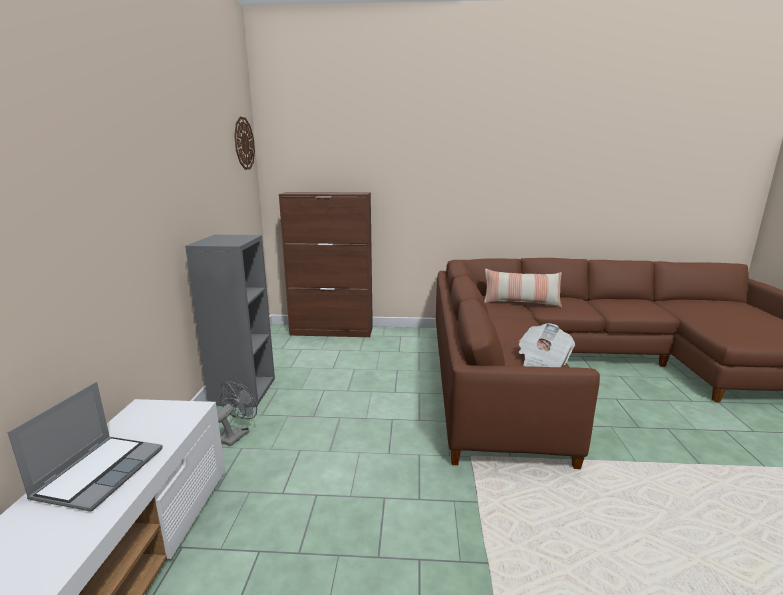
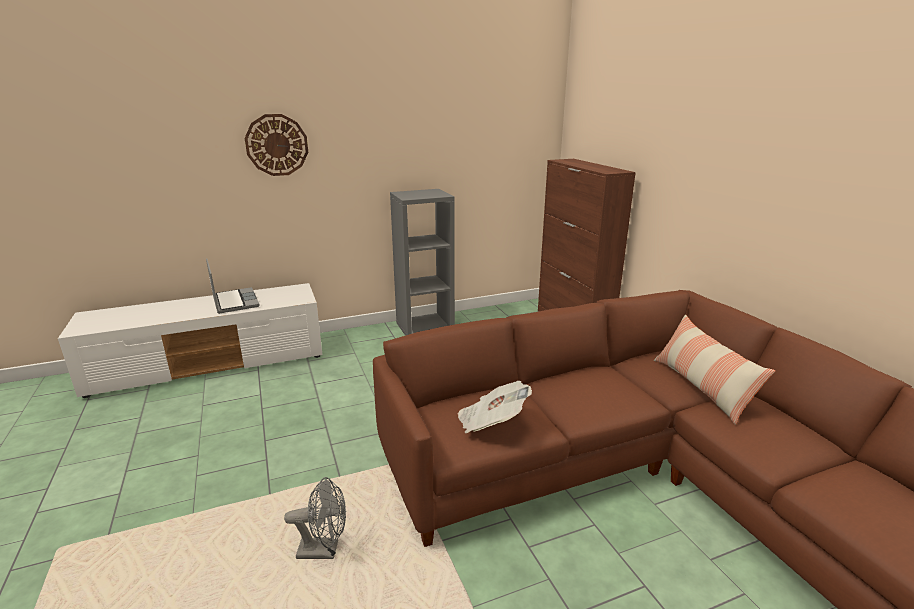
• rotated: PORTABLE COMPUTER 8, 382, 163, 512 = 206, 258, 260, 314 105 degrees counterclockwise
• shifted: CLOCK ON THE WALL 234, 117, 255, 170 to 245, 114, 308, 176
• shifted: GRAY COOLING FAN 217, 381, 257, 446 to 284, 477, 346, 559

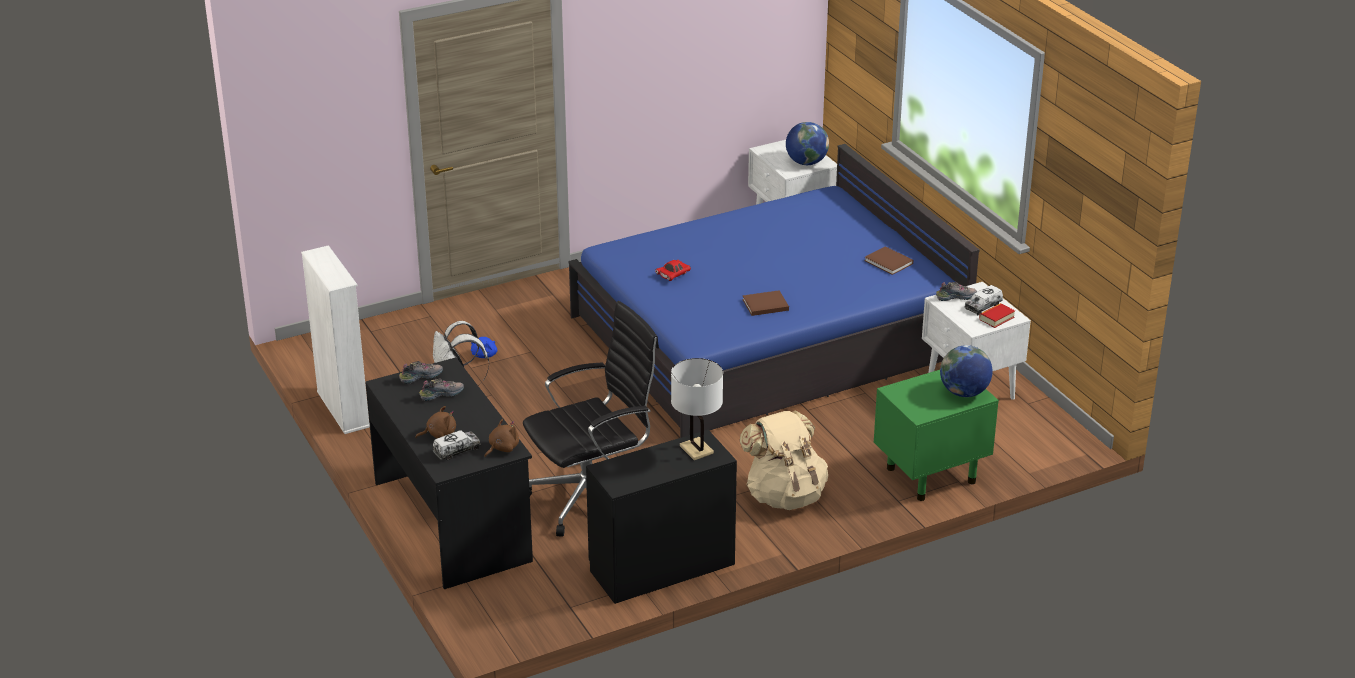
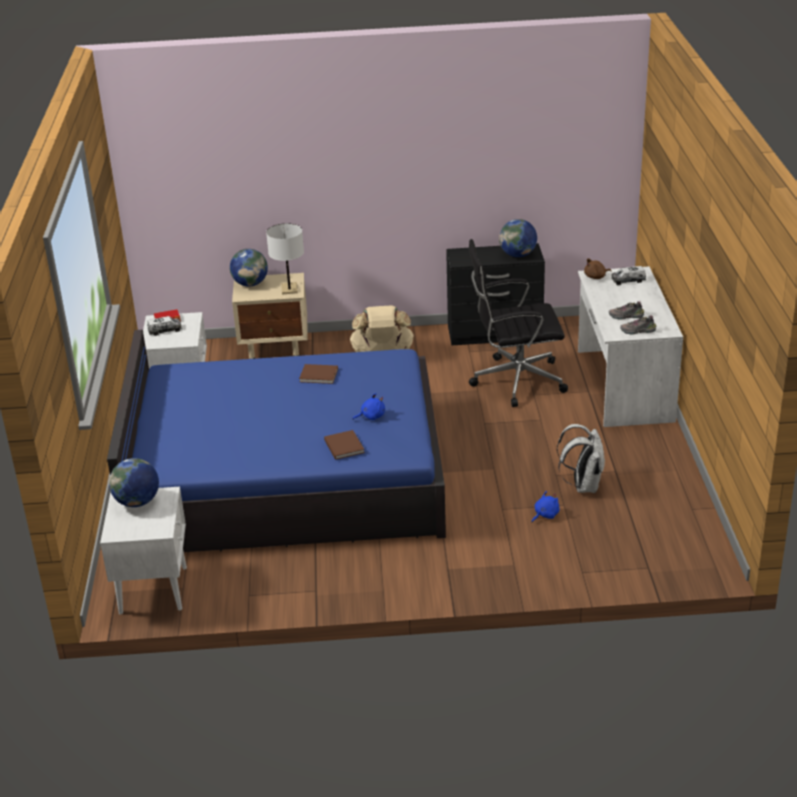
• repainted: GREEN-COLOURED NIGHT TABLE 874, 370, 999, 501 to SAND-COLOURED NIGHT TABLE 232, 273, 307, 359
• shifted: WHITE-COLOURED TABLETOP LAMP 671, 358, 723, 460 to 266, 223, 304, 295
• shifted: BROWN BOOK 864, 246, 913, 275 to 324, 430, 365, 460
• swapped: RED-COLOURED MINIATURE CAR 655, 260, 691, 281 to BLUE-COLOURED PLUSH TOY 353, 393, 385, 420
• new: GLOBE 499, 219, 537, 257
• repainted: BLACK-COLOURED DESK TABLE 365, 357, 533, 589 to WHITE-COLOURED DESK TABLE 578, 267, 683, 427
• gone: WHITE-COLOURED BOOKSHELF 301, 245, 370, 434
• gone: BROWN PLUSH TOY 415, 406, 456, 438
• gone: SHOE 936, 282, 977, 301

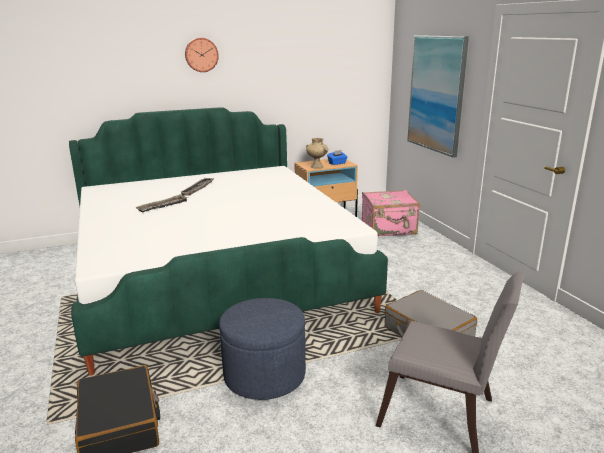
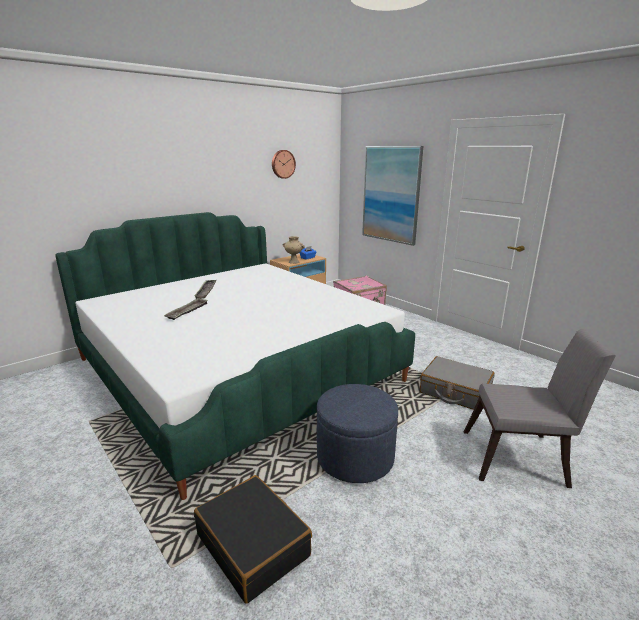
• shifted: CLOCK ON THE WALL 185, 38, 219, 72 to 272, 150, 296, 179

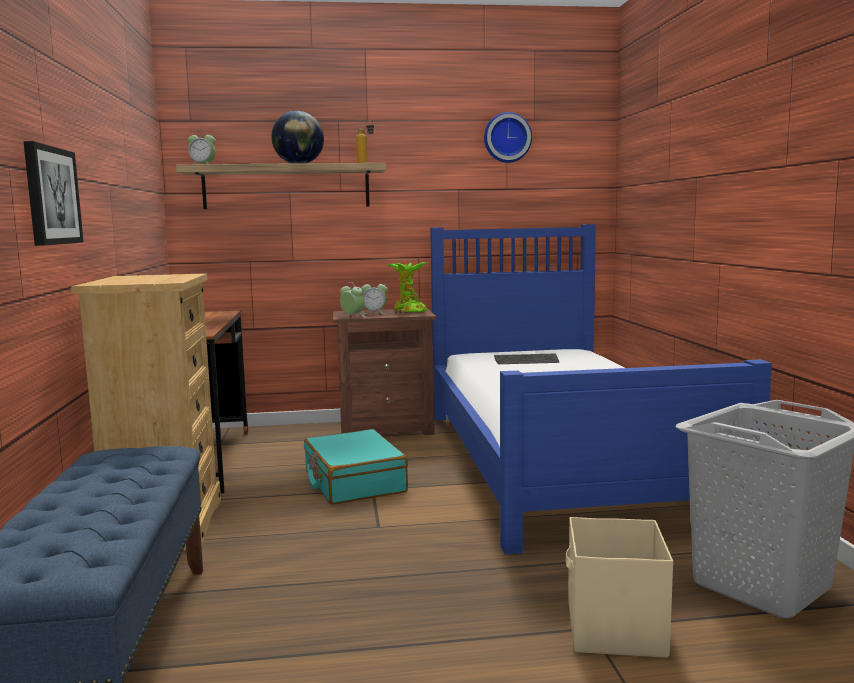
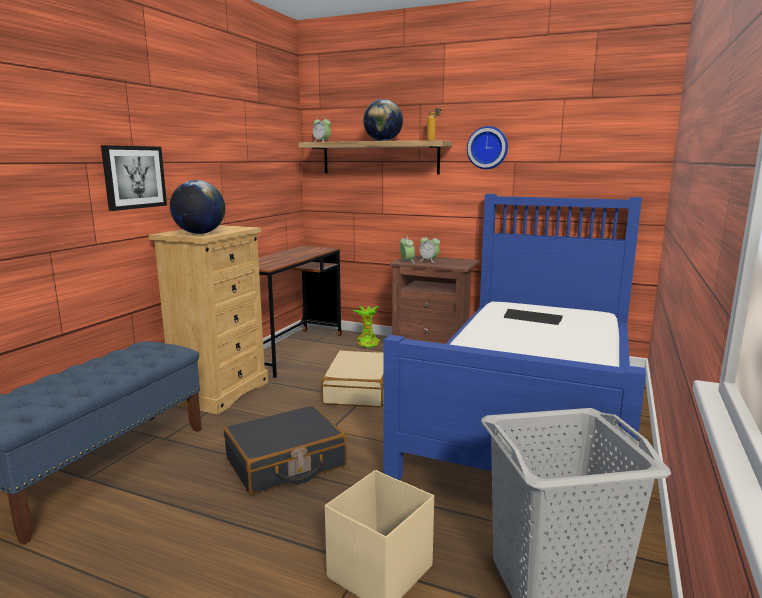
• new: GLOBE 170, 180, 225, 234
• new: BLACK-COLOURED PIECE OF LUGGAGE 224, 406, 347, 495
• repainted: BLUE-GREEN PIECE OF LUGGAGE 304, 429, 408, 505 to SAND-COLOURED PIECE OF LUGGAGE 321, 351, 384, 407
• shifted: PLANT IN A POT 387, 262, 428, 312 to 353, 306, 380, 348
• shifted: CLOCK ON THE WALL 484, 112, 532, 163 to 467, 126, 508, 169

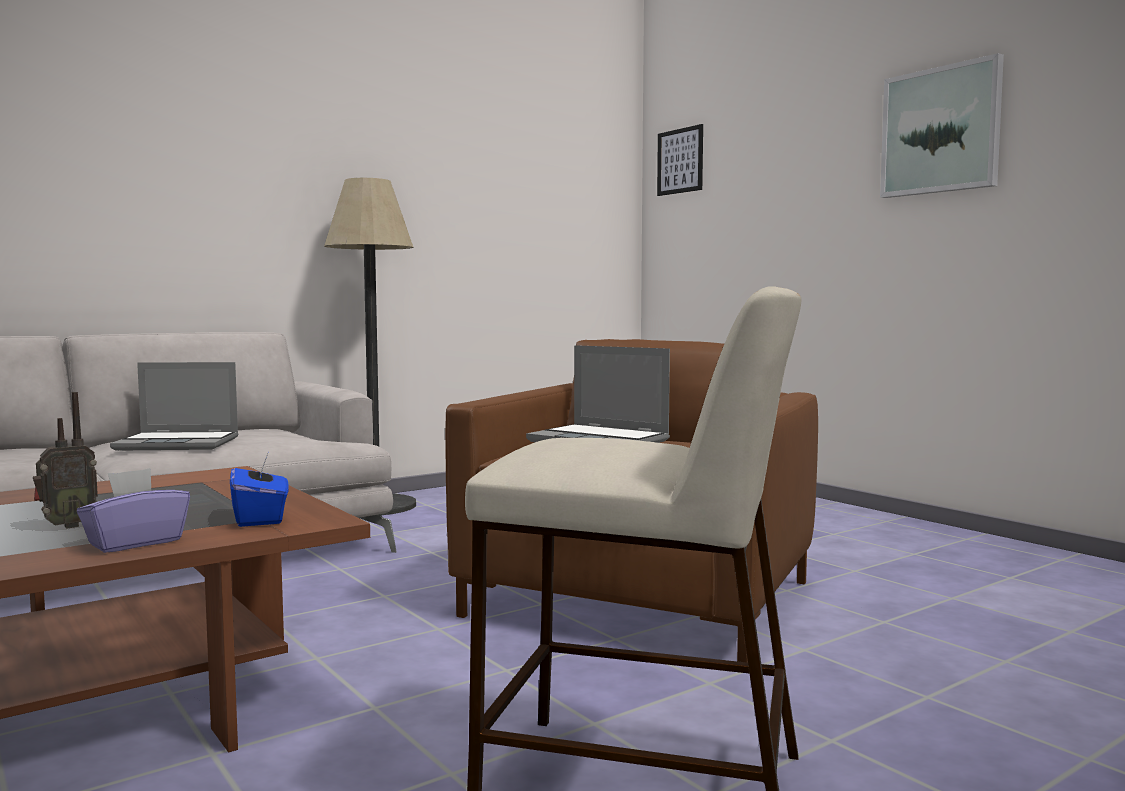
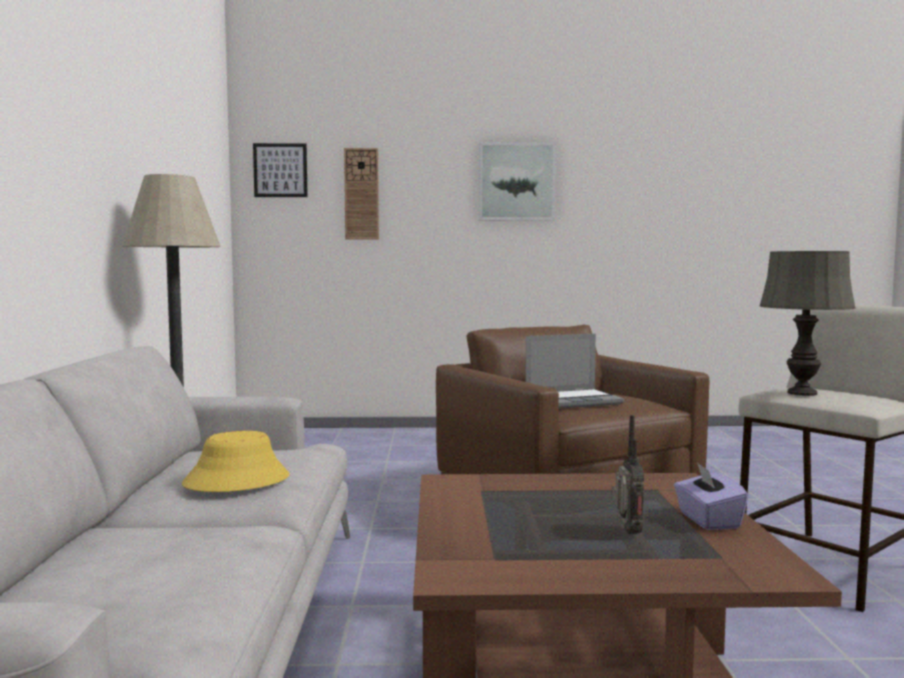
• swapped: PORTABLE COMPUTER 110, 362, 238, 451 to YELLOWISH HAT 182, 431, 289, 492
• new: CLOCK ON THE WALL 344, 148, 379, 240
• new: GRAY TABLETOP LAMP 760, 251, 856, 396
• gone: BLUE-COLOURED TISSUE BOX 230, 452, 289, 527

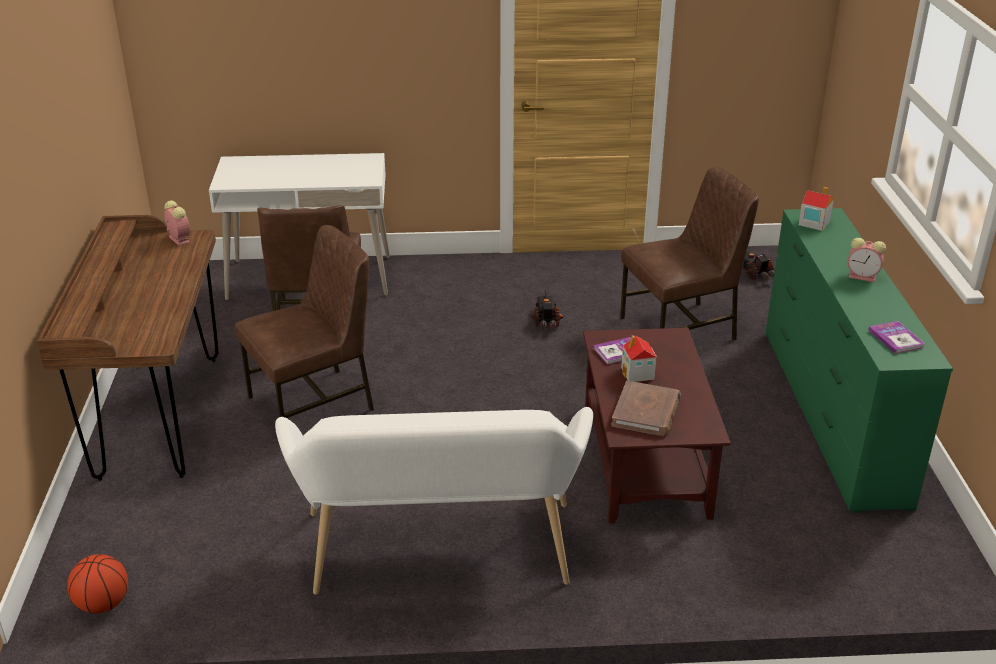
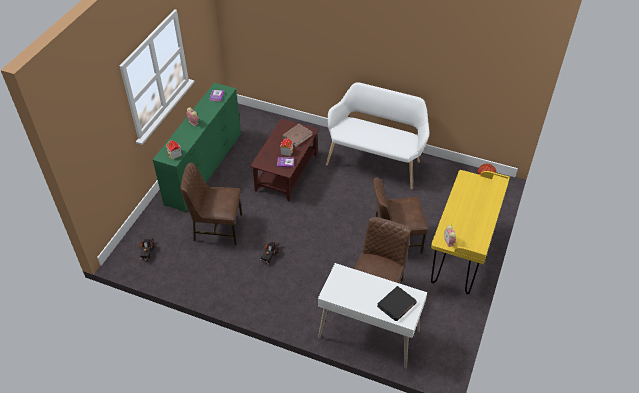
• new: BLACK-COLOURED BOOK 377, 286, 417, 321
• repainted: BROWN DESK TABLE 37, 215, 219, 481 to YELLOWISH DESK TABLE 431, 170, 510, 294

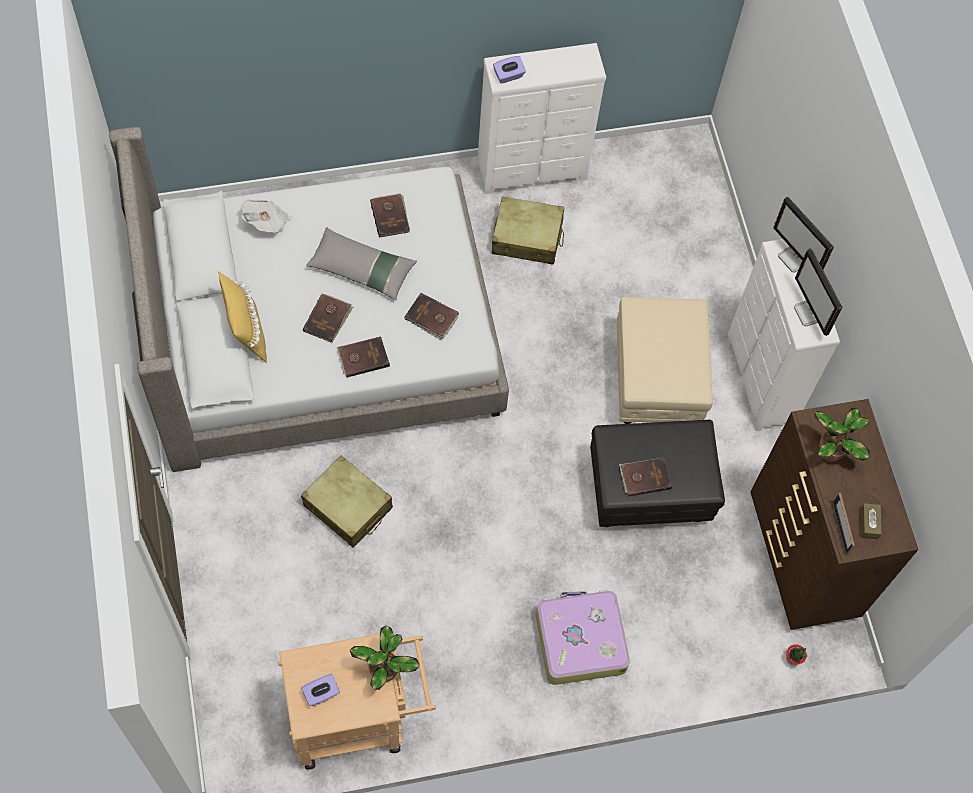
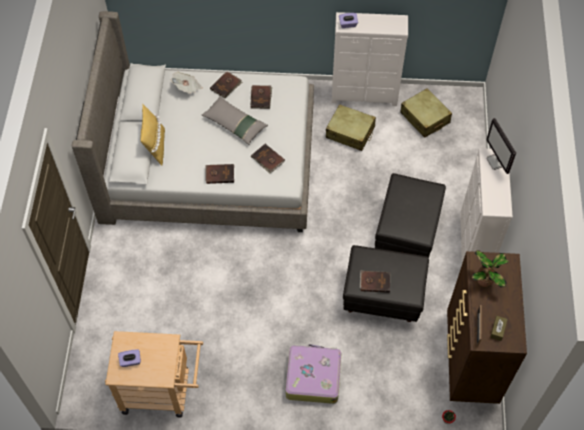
• shifted: BROWN BOOK 303, 294, 353, 343 to 210, 71, 242, 98
• repainted: SAND-COLOURED OTTOMAN 617, 297, 713, 424 to BLACK-COLOURED OTTOMAN 375, 173, 446, 257
• shifted: SAND-COLOURED PIECE OF LUGGAGE 301, 455, 393, 548 to 400, 88, 452, 138
• gone: PLANT IN A POT 350, 625, 419, 690
• gone: COMPUTER DISPLAY 794, 248, 843, 336

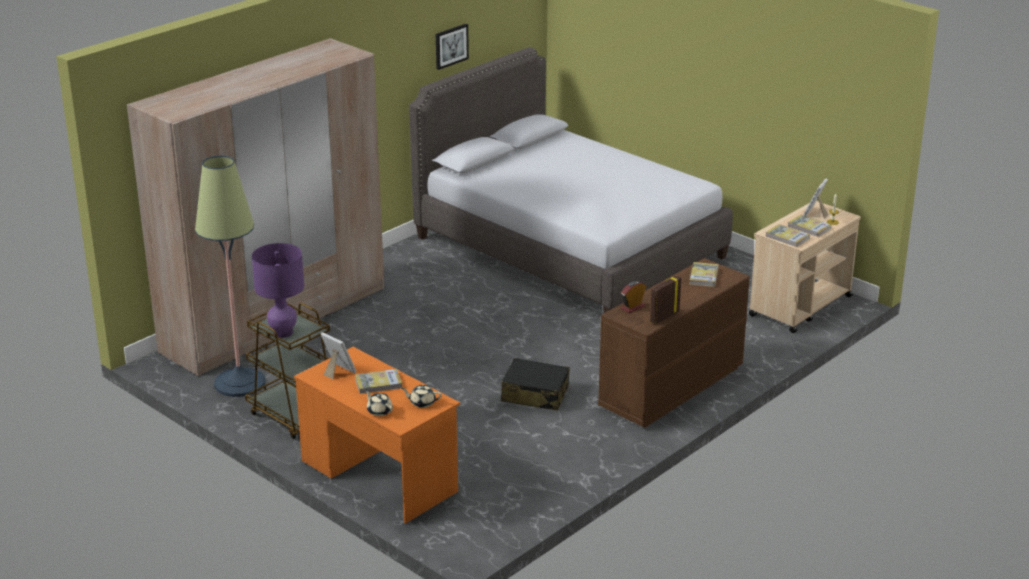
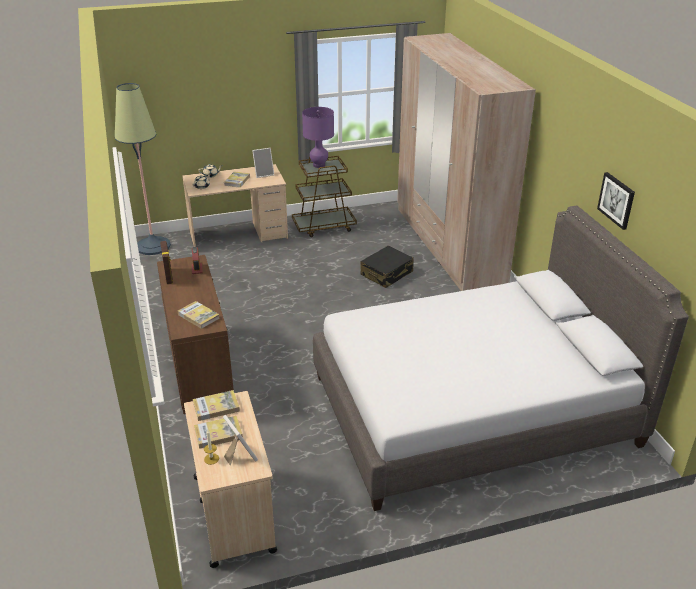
• shifted: STANDING LAMP 195, 155, 265, 397 to 115, 83, 171, 255
• repainted: ORANGEY DESK TABLE 294, 347, 460, 524 to SAND-COLOURED DESK TABLE 182, 164, 288, 247
• shifted: BLACK-COLOURED PIECE OF LUGGAGE 501, 358, 570, 411 to 360, 246, 414, 288

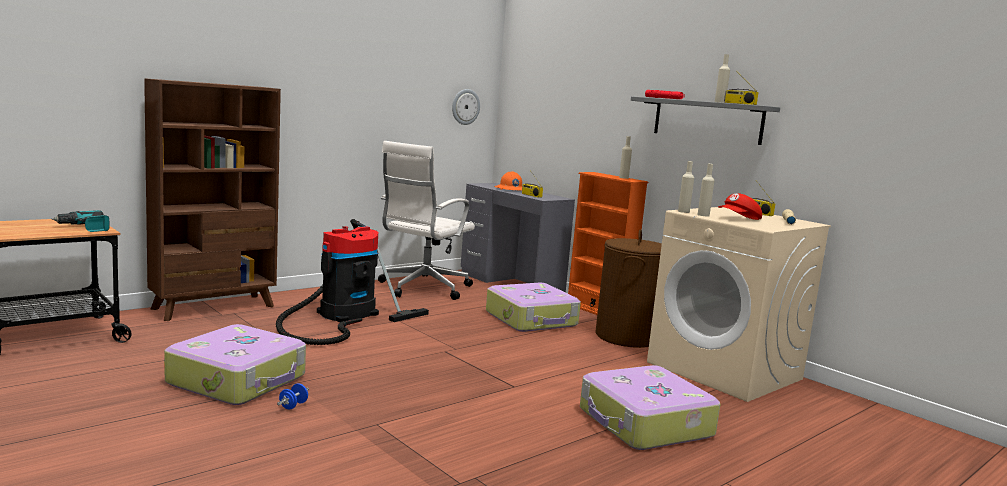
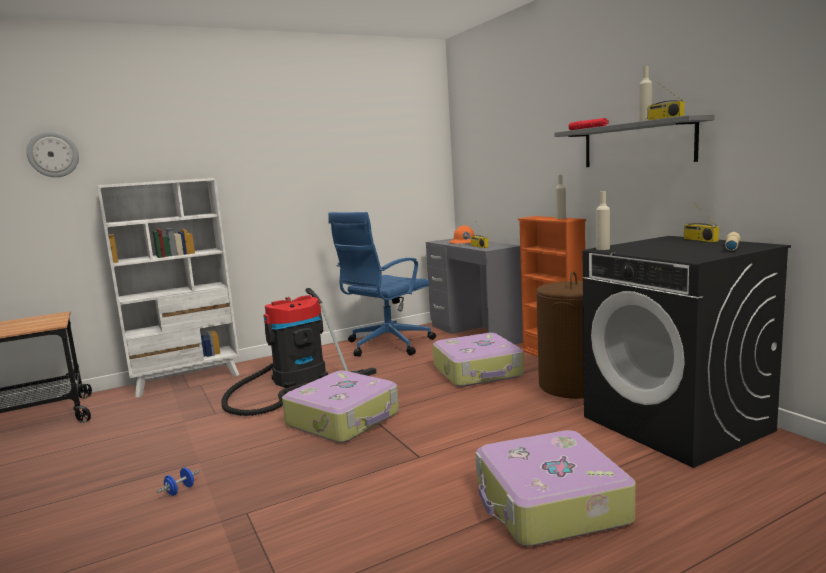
• shifted: CLOCK ON THE WALL 452, 89, 480, 125 to 26, 131, 79, 177
• repainted: BROWN BOOKSHELF 144, 78, 281, 321 to WHITE-COLOURED BOOKSHELF 97, 178, 240, 397
• shifted: PIECE OF LUGGAGE 164, 324, 306, 405 to 282, 371, 399, 443
• repainted: WHITE-COLOURED DESK CHAIR 378, 141, 475, 300 to BLUE-COLOURED DESK CHAIR 328, 212, 436, 357
• repainted: SAND-COLOURED LAUNDRY MACHINE 647, 207, 831, 402 to BLACK-COLOURED LAUNDRY MACHINE 583, 236, 791, 468
• gone: DRILL 51, 210, 110, 232
• gone: SAND-COLOURED BOTTLE 697, 164, 714, 216
• gone: RED-COLOURED PEAKED CAP 718, 193, 762, 220

